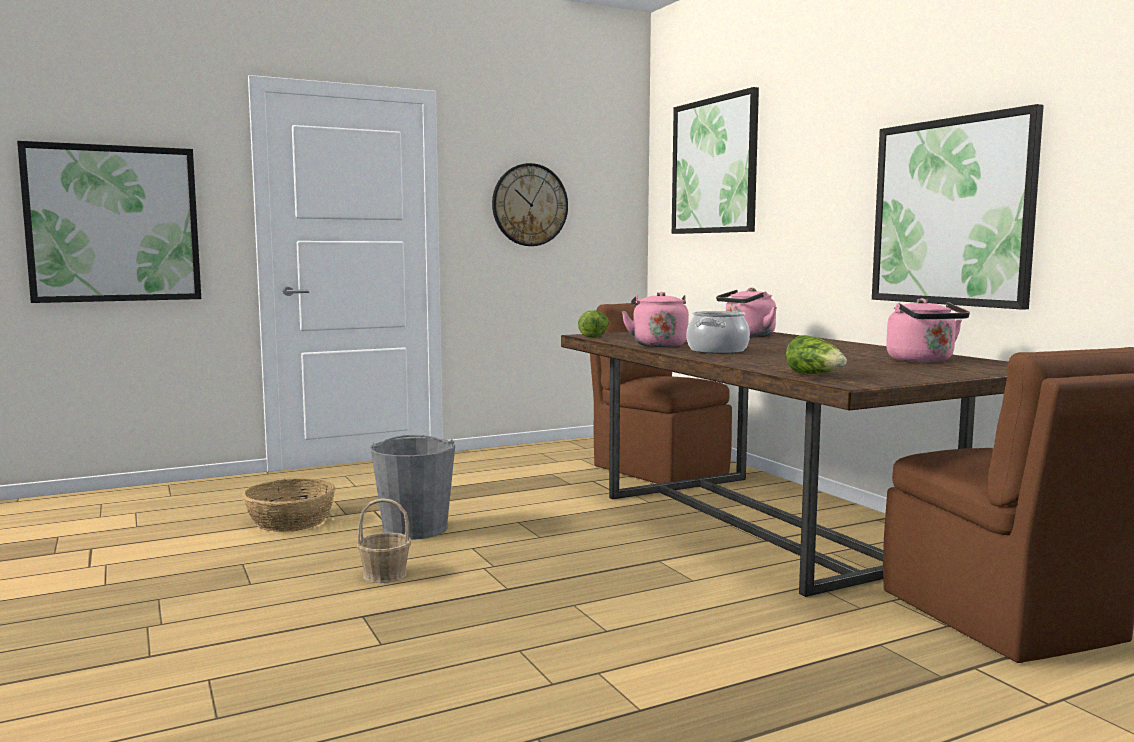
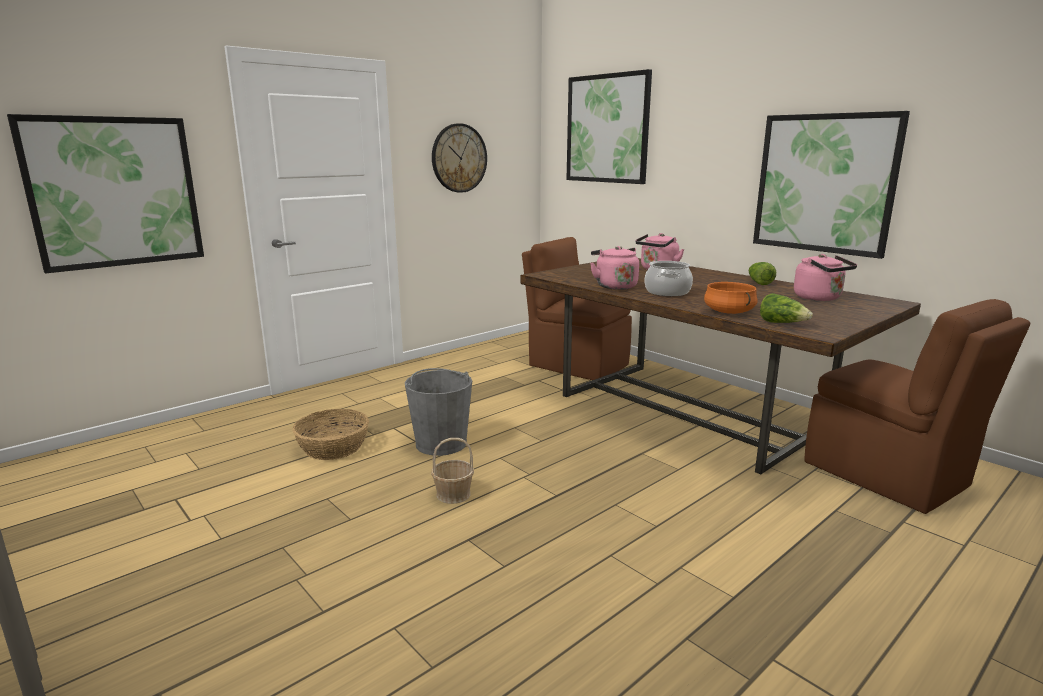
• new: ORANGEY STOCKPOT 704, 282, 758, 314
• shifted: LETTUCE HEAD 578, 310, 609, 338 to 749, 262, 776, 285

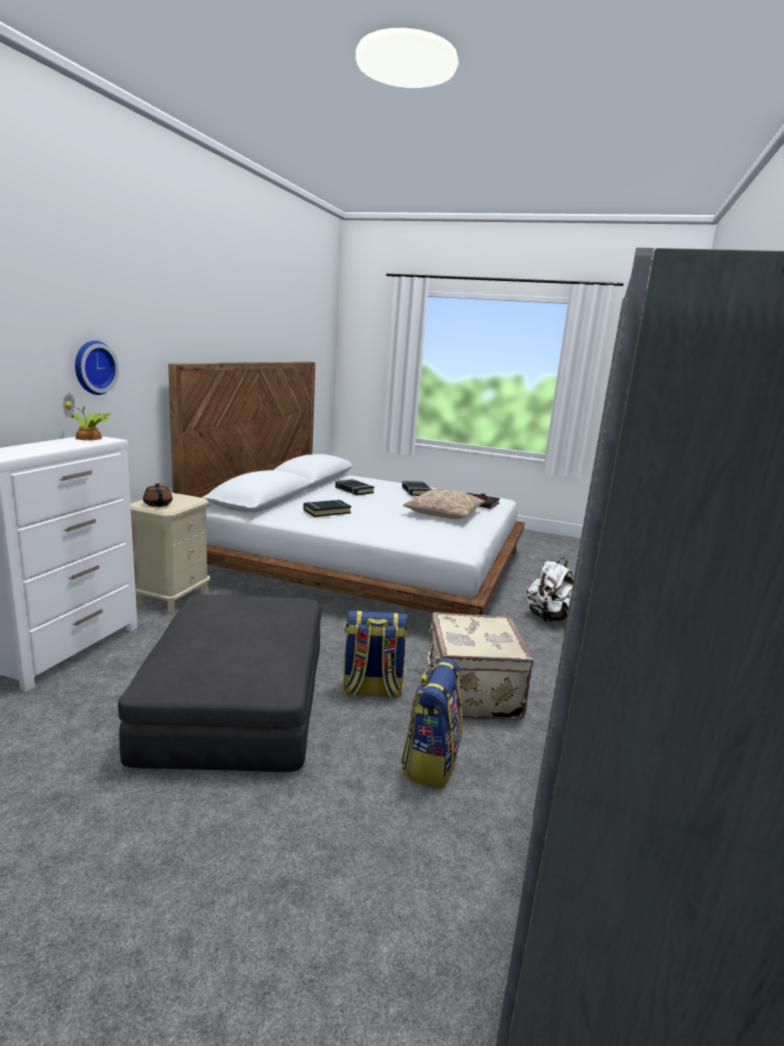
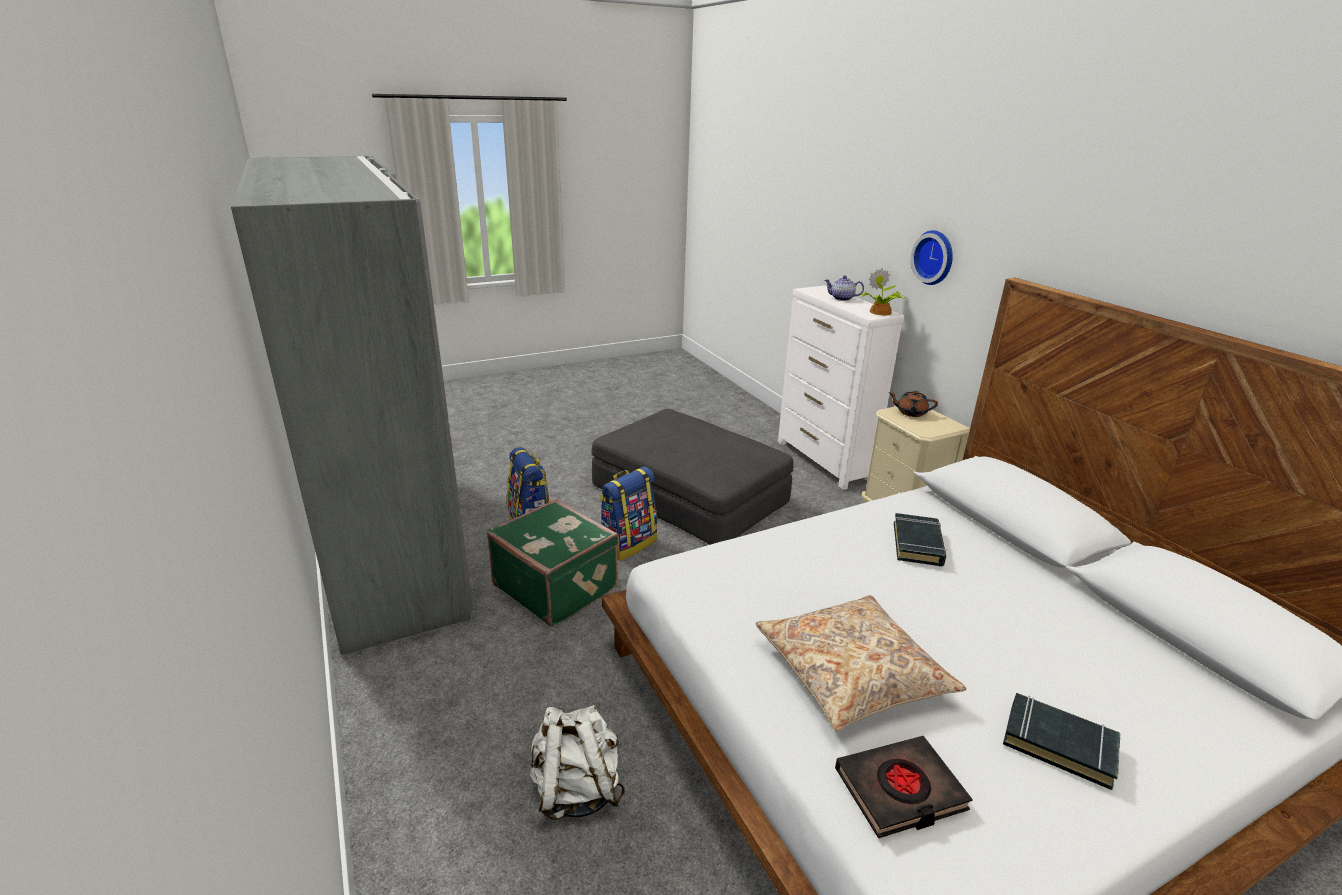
• repainted: SAND-COLOURED PIECE OF LUGGAGE 427, 612, 533, 720 to GREEN-COLOURED PIECE OF LUGGAGE 487, 499, 619, 627
• new: TEA POT 825, 275, 864, 301
• gone: BLACK-COLOURED BOOK 335, 479, 374, 496

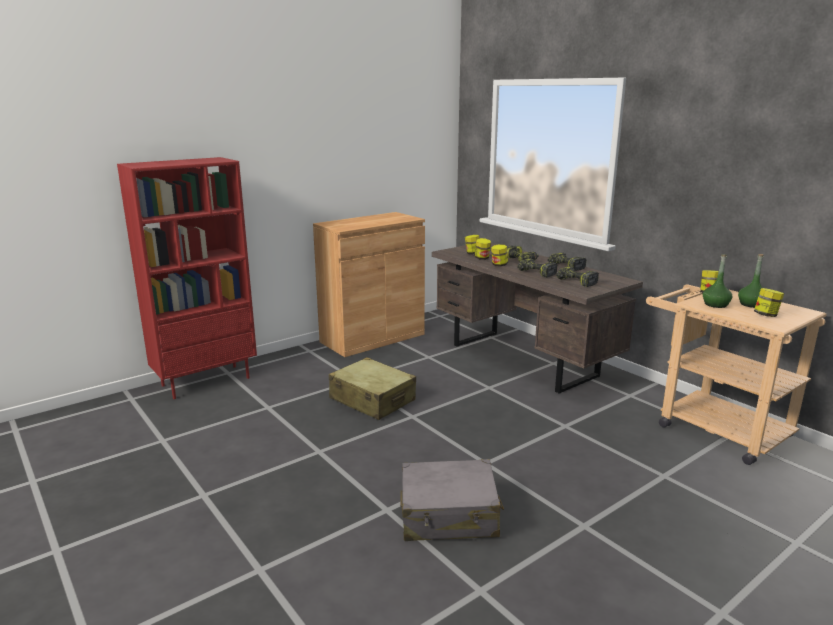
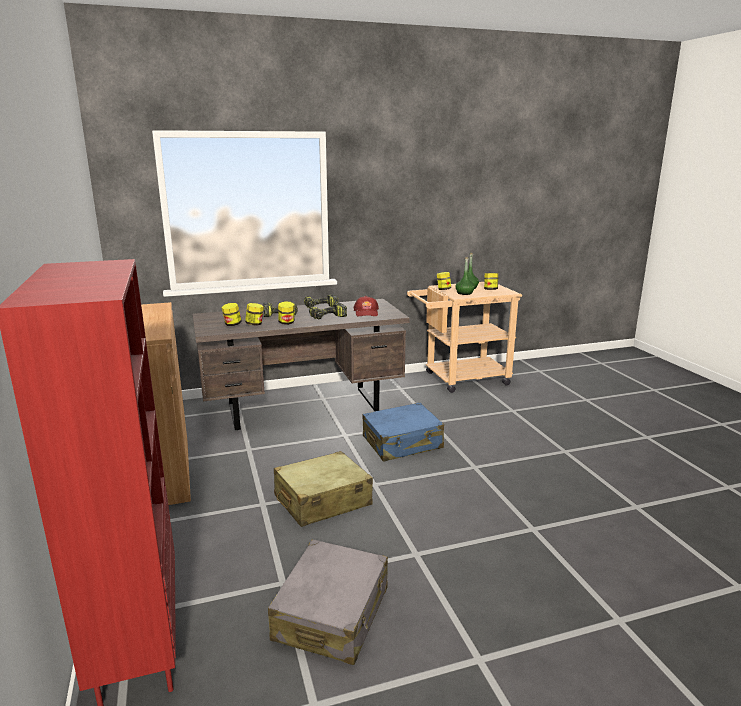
• shifted: GRAY PIECE OF LUGGAGE 400, 459, 504, 541 to 268, 539, 388, 665
• swapped: DRILL 556, 266, 599, 287 to RED-COLOURED PEAKED CAP 353, 296, 379, 317
• new: BLUE-COLOURED PIECE OF LUGGAGE 362, 402, 444, 462

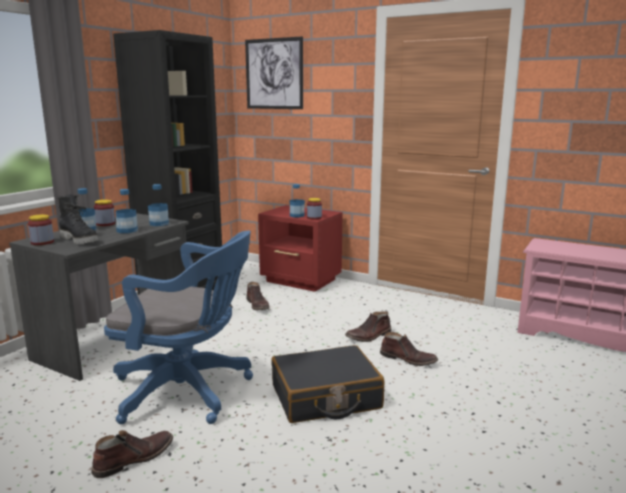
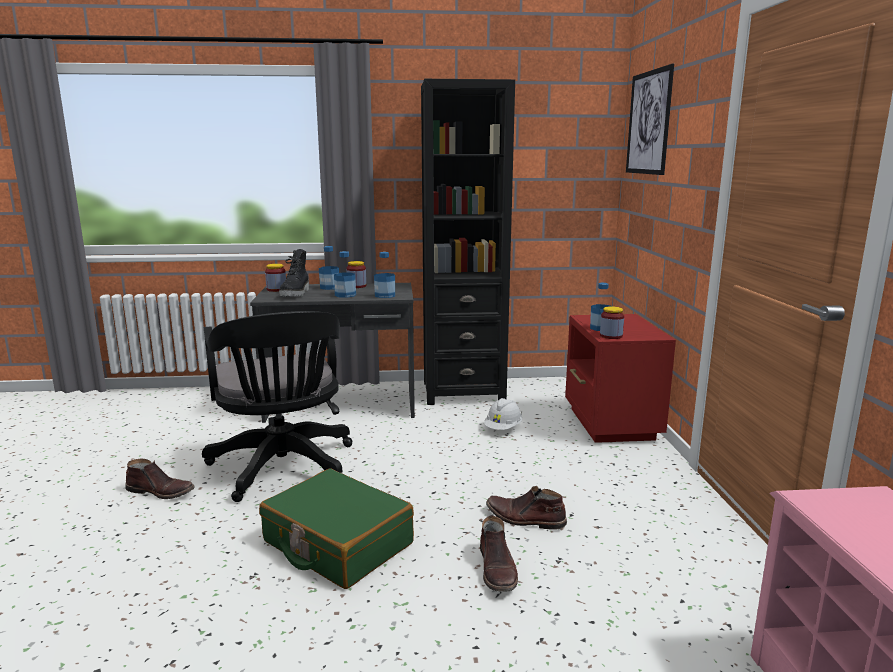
• repainted: BLUE-COLOURED DESK CHAIR 104, 230, 253, 424 to BLACK-COLOURED DESK CHAIR 202, 311, 353, 502
• repainted: BLACK-COLOURED PIECE OF LUGGAGE 271, 345, 384, 423 to GREEN-COLOURED PIECE OF LUGGAGE 259, 468, 414, 589
• swapped: BROWN HIGH-TOP BOOT 246, 282, 269, 310 to WHITE-COLOURED HARD HAT 484, 398, 522, 430

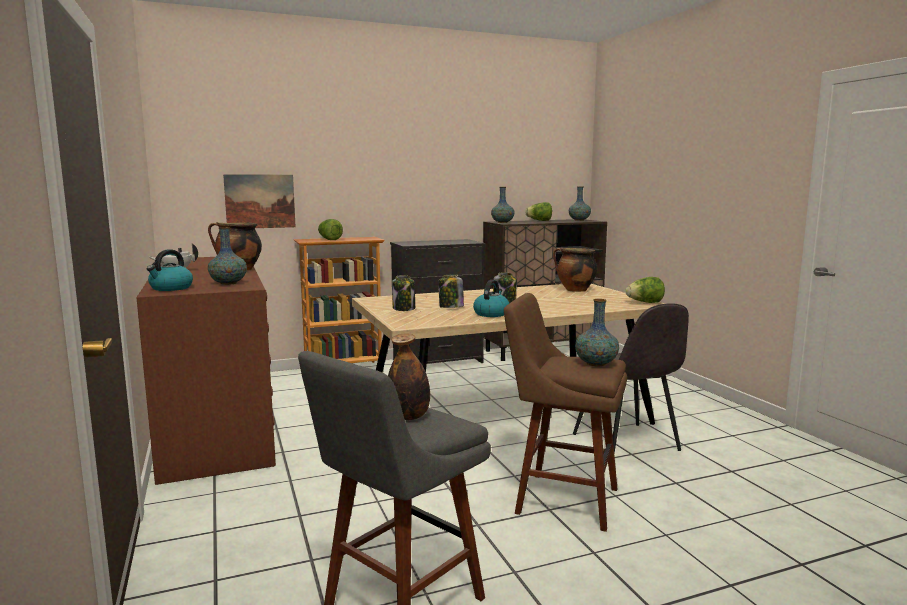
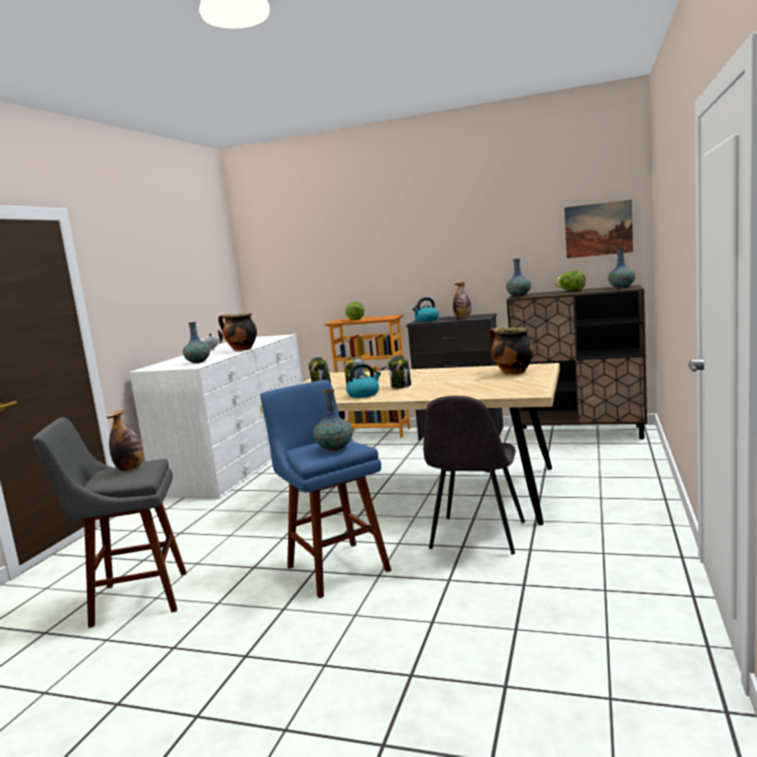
• repainted: BROWN DRAWER CHEST 136, 257, 276, 485 to WHITE-COLOURED DRAWER CHEST 129, 334, 303, 499
• repainted: BROWN STOOL 504, 293, 627, 532 to BLUE-COLOURED STOOL 260, 380, 391, 598
• shifted: WATER KETTLE 147, 249, 193, 291 to 412, 297, 439, 322
• new: BOTTLE 453, 282, 471, 318
• shifted: WALL PICTURE 223, 174, 296, 228 to 564, 200, 633, 258
• gone: LETTUCE HEAD 625, 277, 665, 303

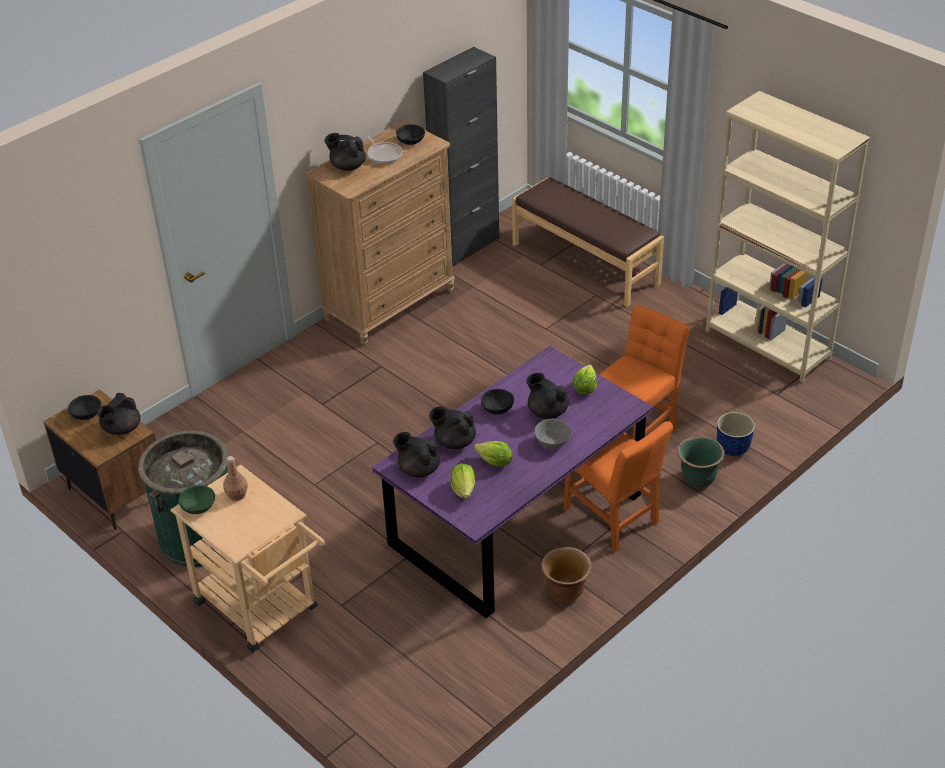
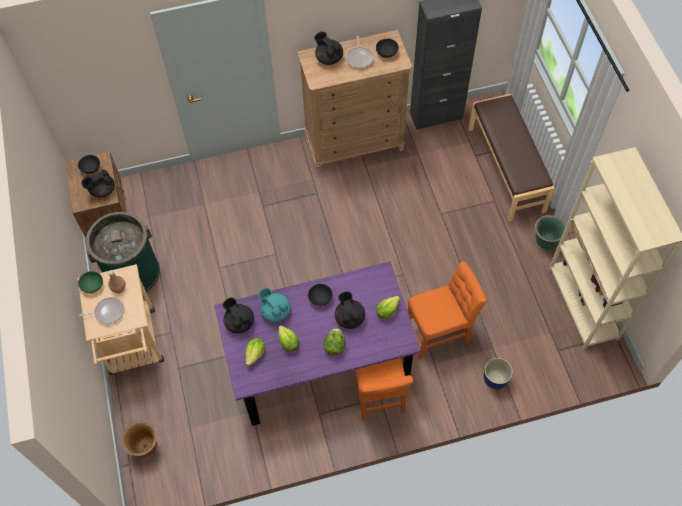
• new: FRYING PAN 79, 297, 124, 325
• shifted: BROWN FLOWER POT 541, 547, 592, 602 to 122, 421, 157, 457
• repainted: BLACK-COLOURED TEA POT 429, 406, 476, 449 to BLUE-GREEN TEA POT 258, 288, 291, 322
• swapped: GRAY BOWL 534, 419, 572, 449 to LETTUCE HEAD 324, 328, 345, 356
• shifted: GREEN-COLOURED FLOWER POT 677, 437, 724, 488 to 534, 215, 566, 249

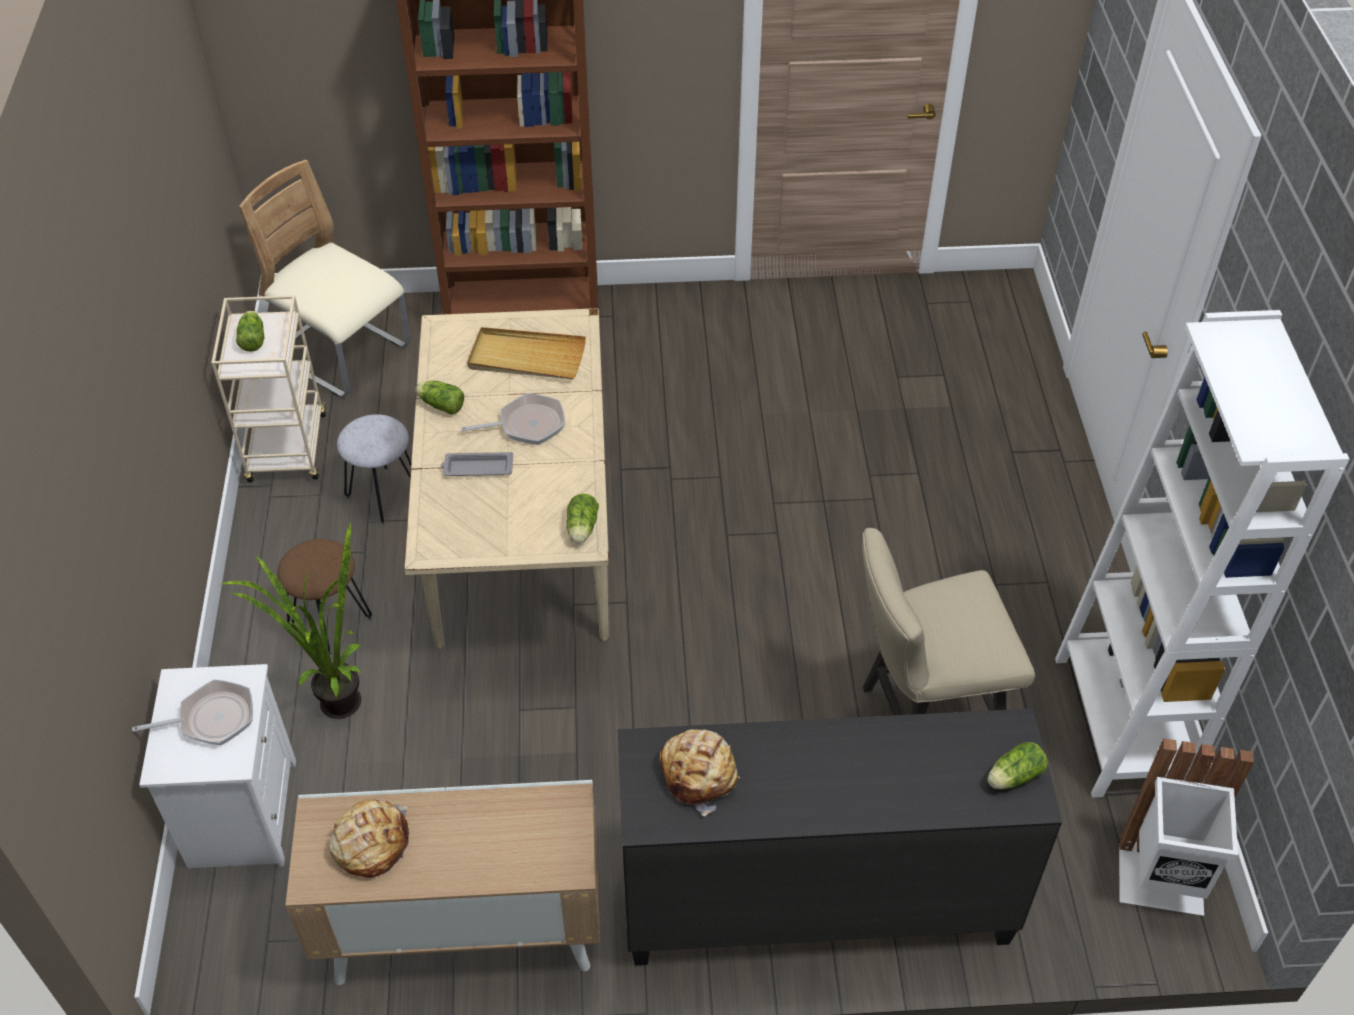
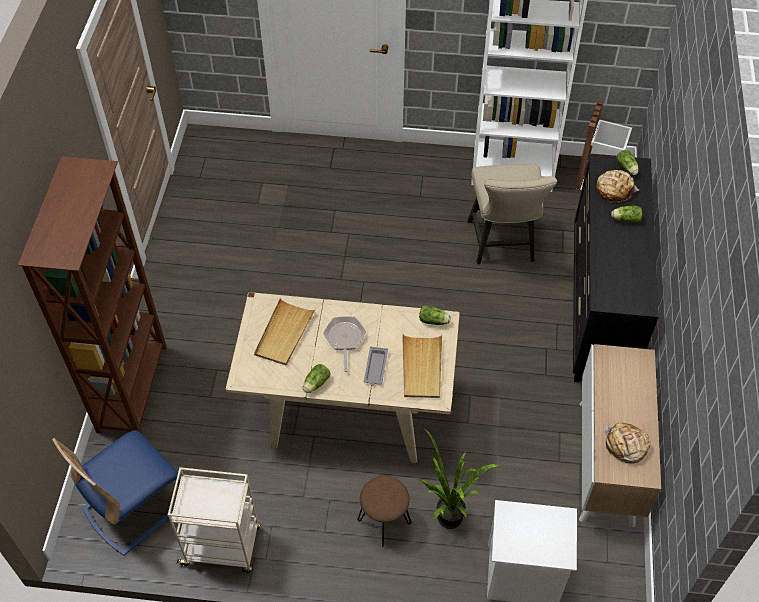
• repainted: SAND-COLOURED CHAIR 239, 160, 411, 397 to BLUE-COLOURED CHAIR 52, 430, 180, 556
• new: SAND-COLOURED SERVING TRAY 402, 334, 442, 398
• shifted: BAKED BREAD 659, 729, 740, 816 to 597, 170, 639, 203
• shifted: LETTUCE HEAD 236, 311, 264, 352 to 611, 205, 643, 223
• gone: FRYING PAN 132, 680, 253, 745
• gone: GRAY STOOL 337, 414, 411, 524

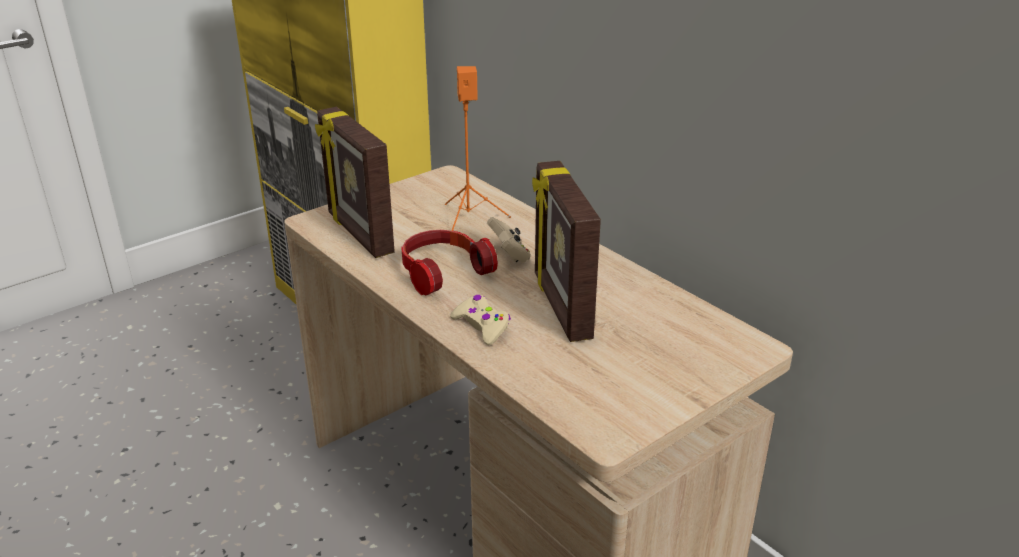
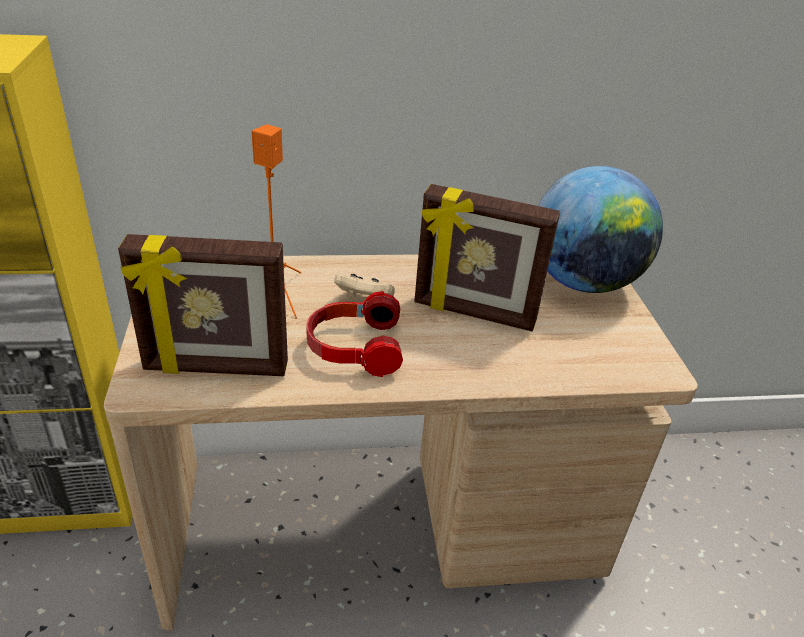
• new: GLOBE 538, 166, 663, 293
• gone: SAND-COLOURED GAME CONTROLLER 450, 295, 511, 345

